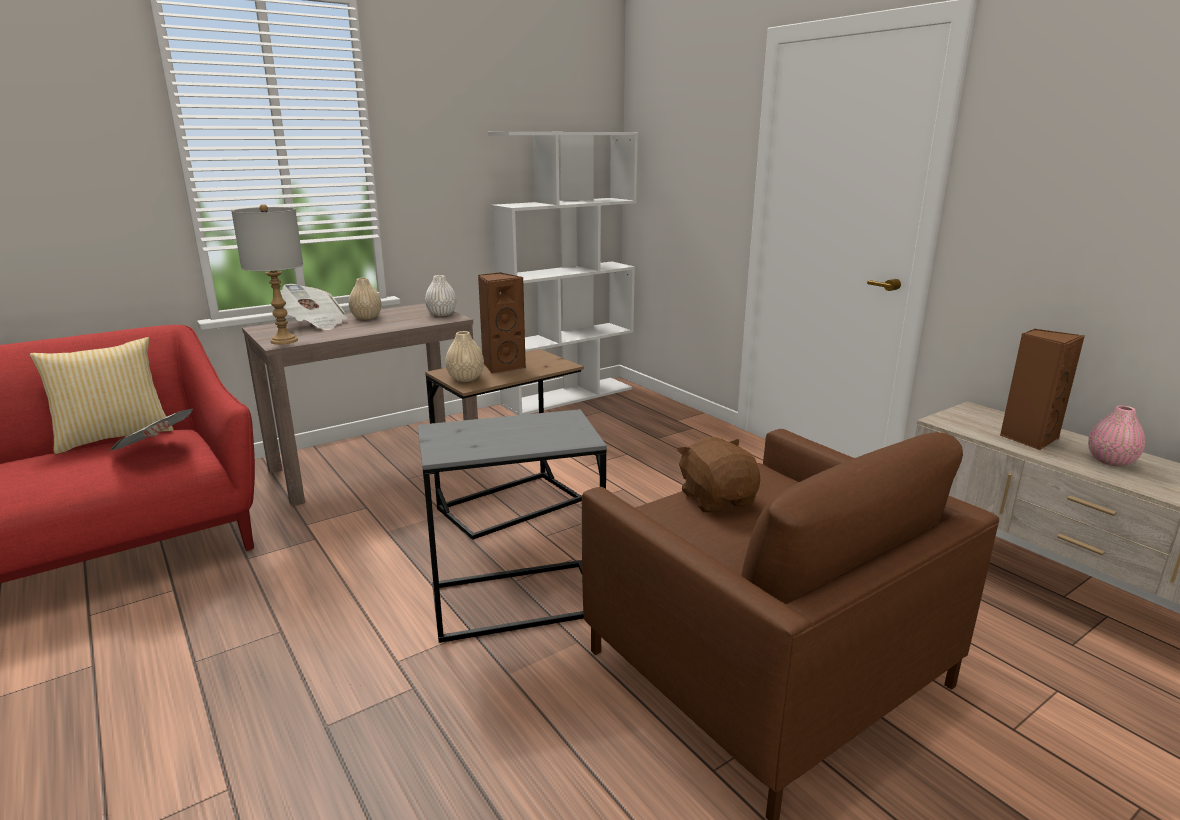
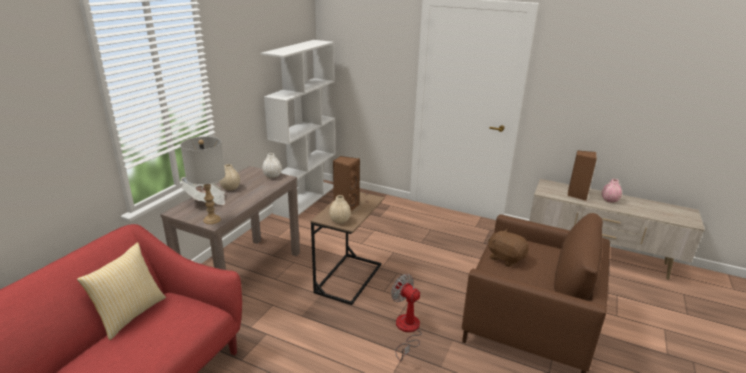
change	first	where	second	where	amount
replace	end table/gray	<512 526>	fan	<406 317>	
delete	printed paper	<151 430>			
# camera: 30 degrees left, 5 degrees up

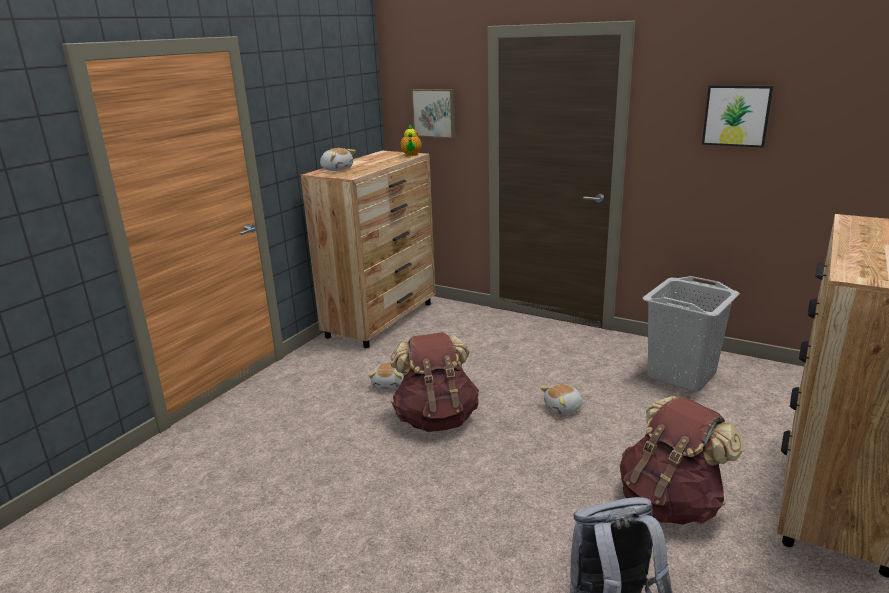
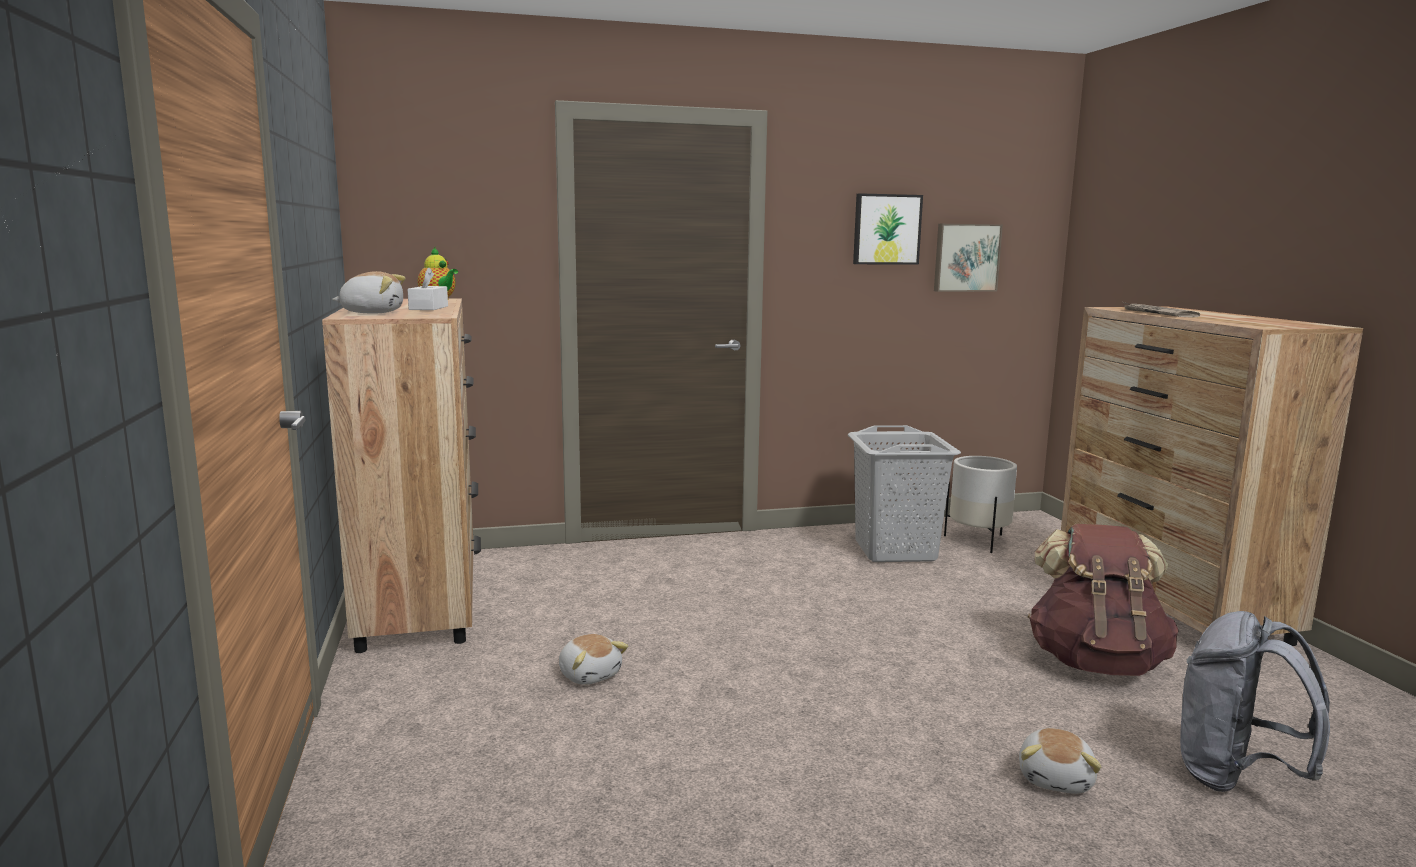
change	first	where	second	where	amount
insert			tissue box/whitish	<427 288>	
move	picture	<433 113>		<968 258>	
insert			planter/whitish	<980 504>	
move	plush toy	<561 399>		<1060 761>	
insert			printed paper	<1161 309>	
delete	backpack/brown	<434 382>			
# camera: 45 degrees left, 10 degrees down

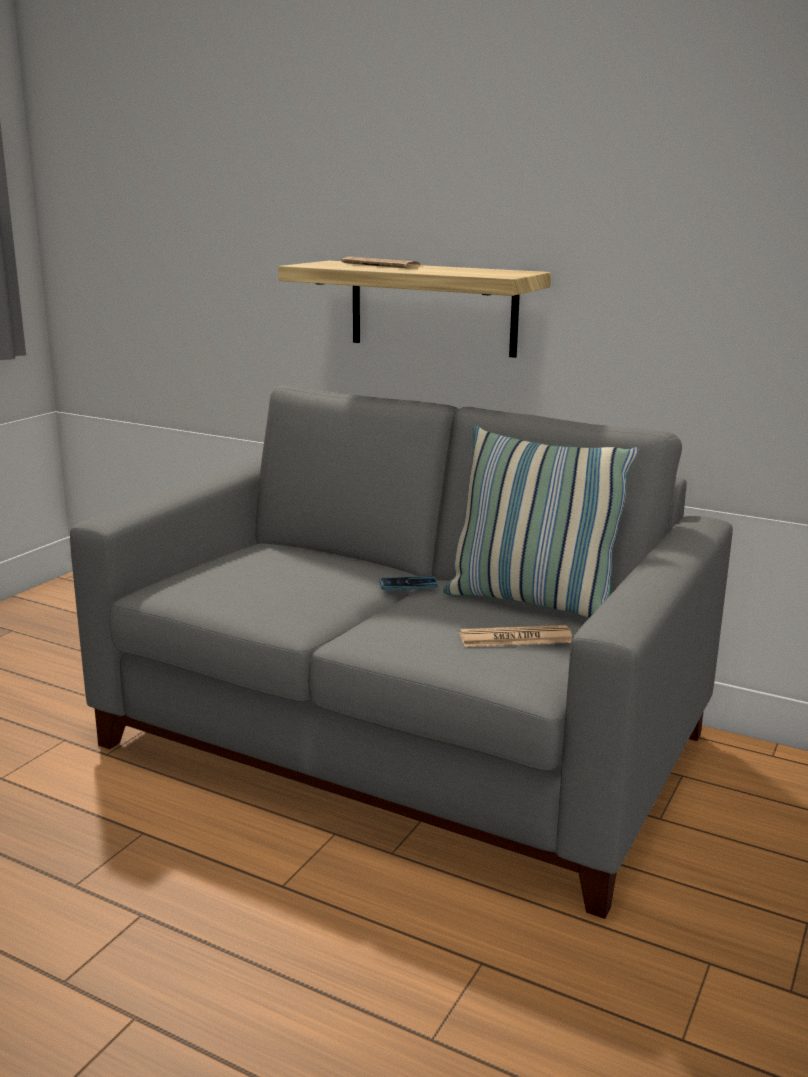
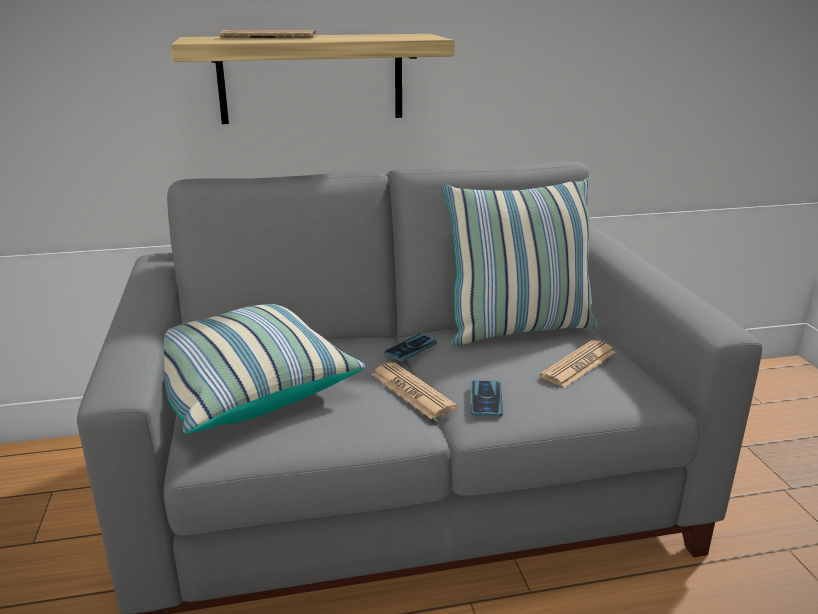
change	first	where	second	where	amount
insert			cushion	<264 369>	
insert			printed paper	<414 390>	
insert			handset	<487 398>	
# camera: 40 degrees left, 5 degrees up

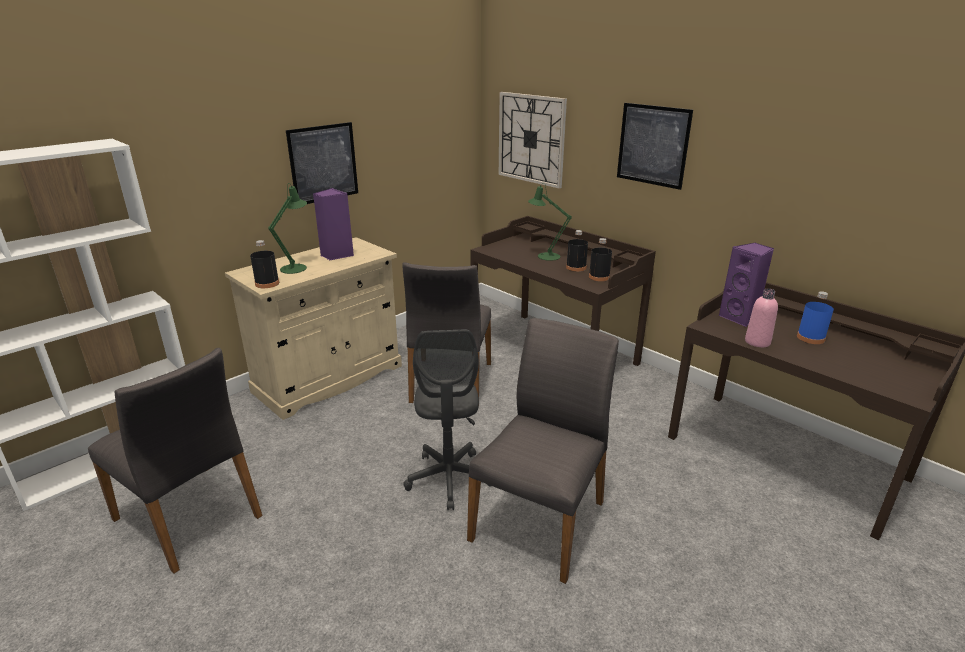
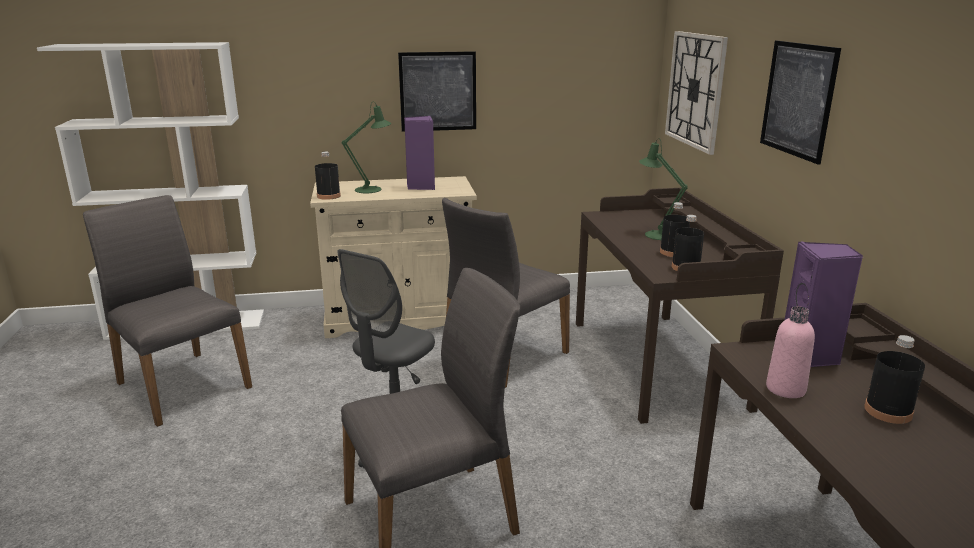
change	first	where	second	where	amount
rotate	upright chair/gray	<175 461>		<167 311>	150 degrees clockwise
recolor	beverage bottle/blue-coloured	<815 317>	beverage bottle/black-coloured	<894 379>	
# camera: 35 degrees right, 5 degrees down

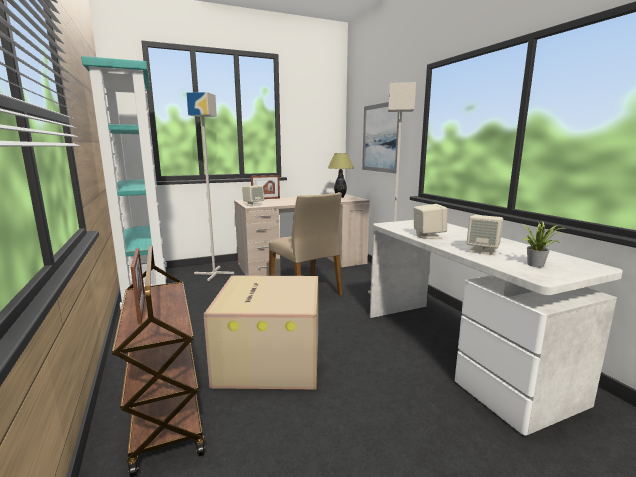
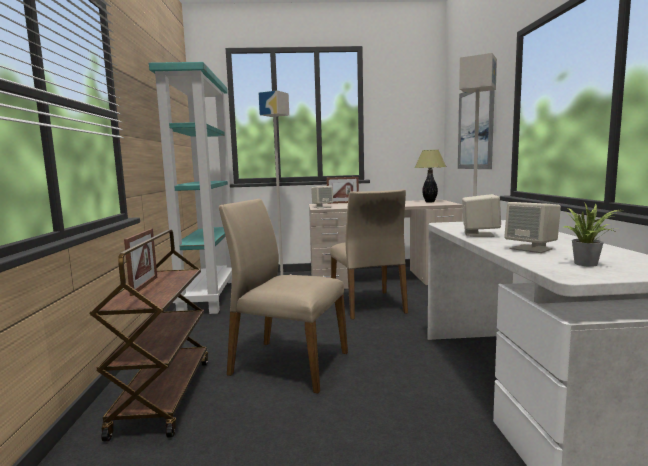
change	first	where	second	where	amount
replace	cardboard box	<260 332>	upright chair/beige-coloured	<283 296>	
# camera: 20 degrees right, 5 degrees down

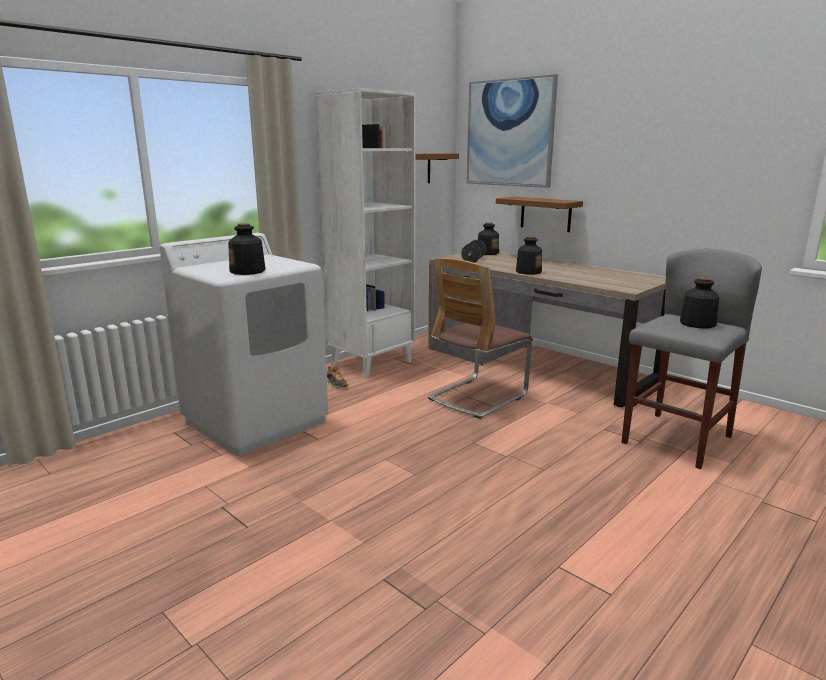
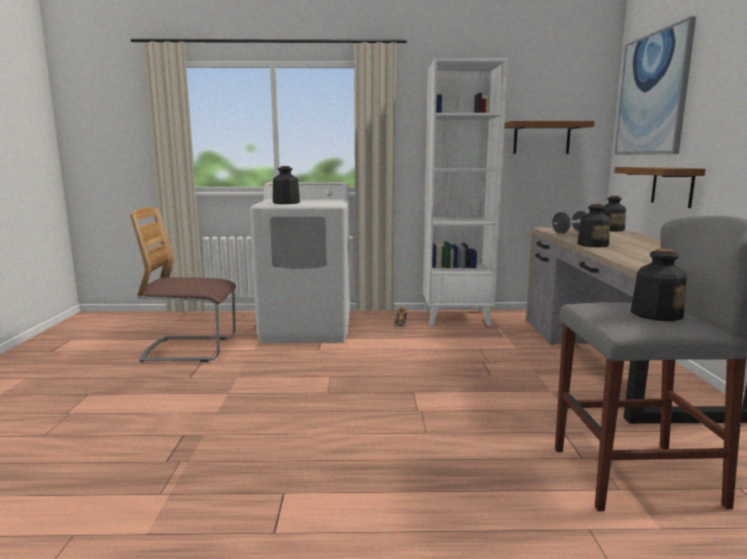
change	first	where	second	where	amount
move	upright chair	<480 338>		<183 284>	
# camera: 45 degrees right, 5 degrees down

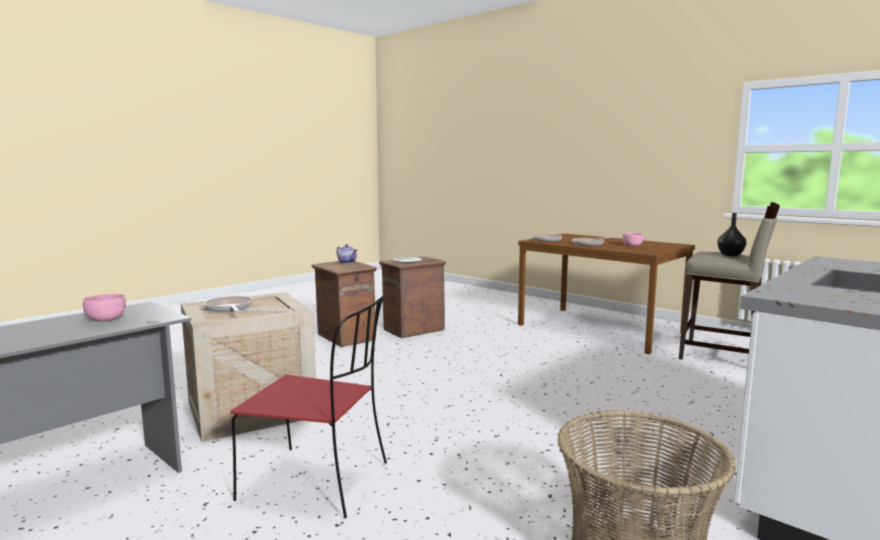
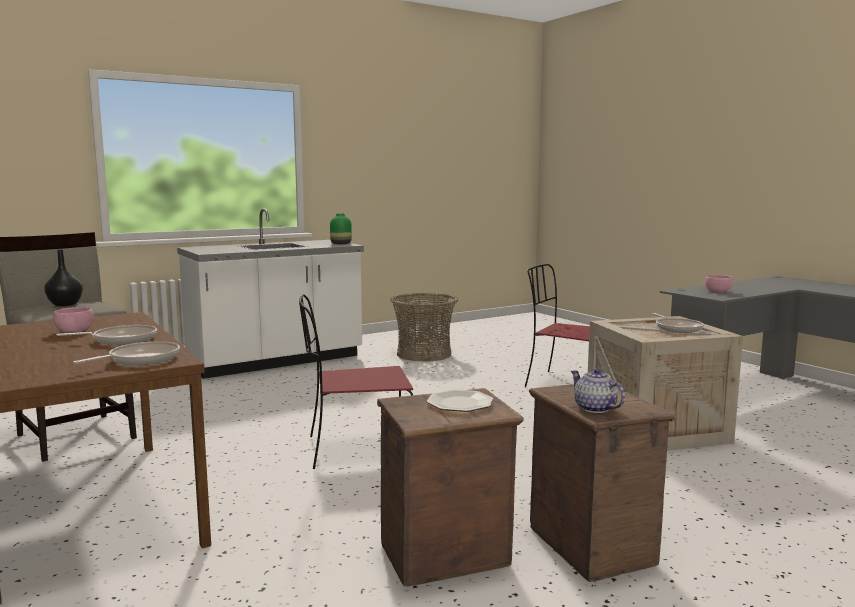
change	first	where	second	where	amount
insert			upright chair/red	<356 381>	
insert			decorative vase/green-coloured	<341 228>	
# camera: 165 degrees left, 0 degrees up

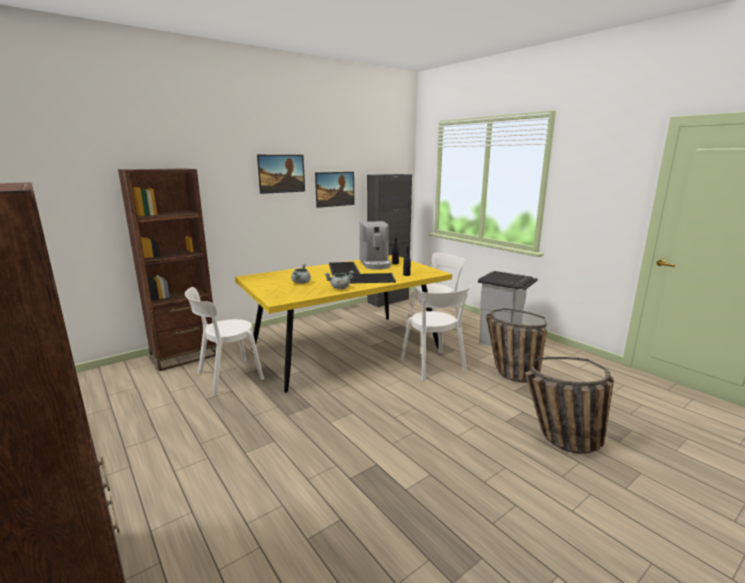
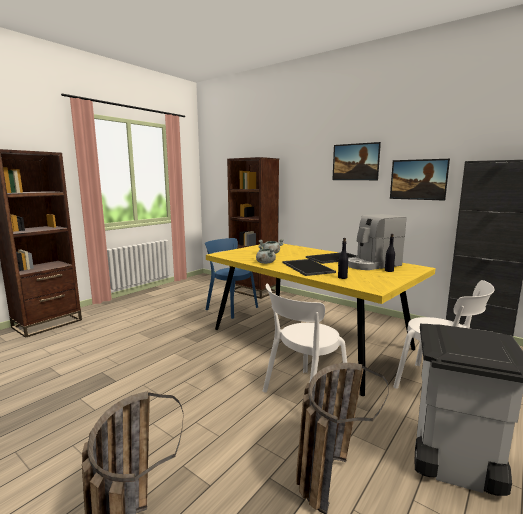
change	first	where	second	where	amount
recolor	upright chair/whitish	<224 341>	upright chair/blue-coloured	<231 278>	
# camera: 75 degrees right, 5 degrees down

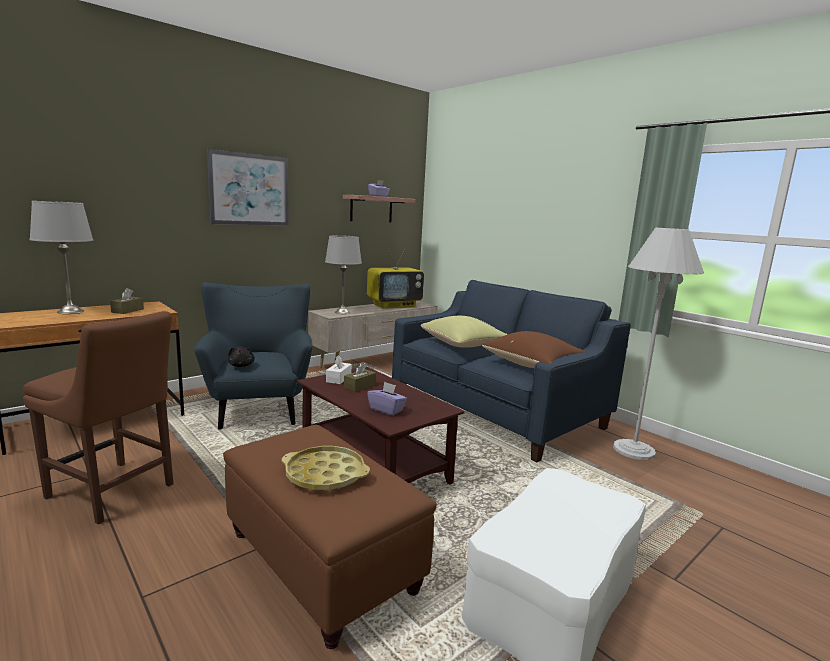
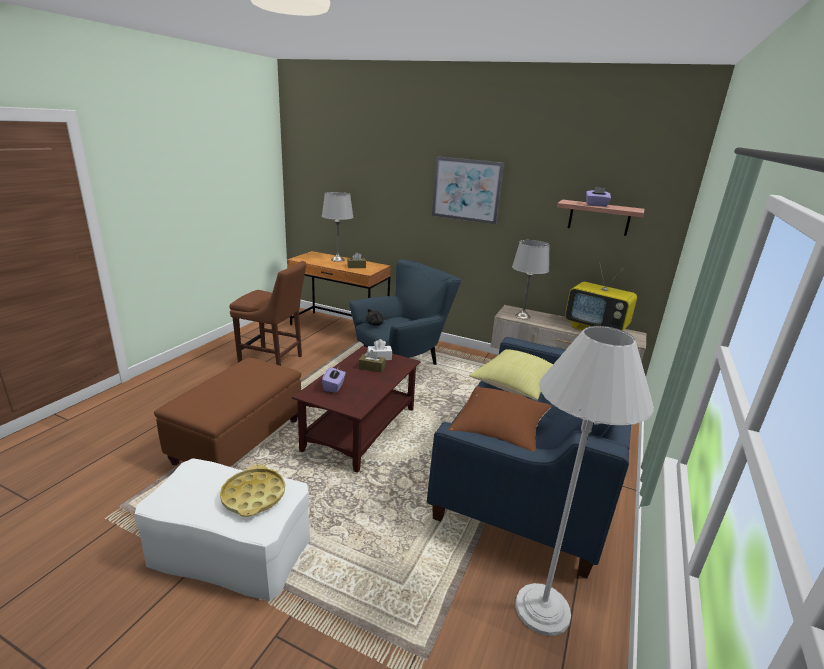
change	first	where	second	where	amount
move	carrying tray/yellow	<326 468>		<252 490>	
rotate	upright chair/brown	<98 417>		<267 313>	75 degrees counterclockwise
# camera: 65 degrees right, 10 degrees up

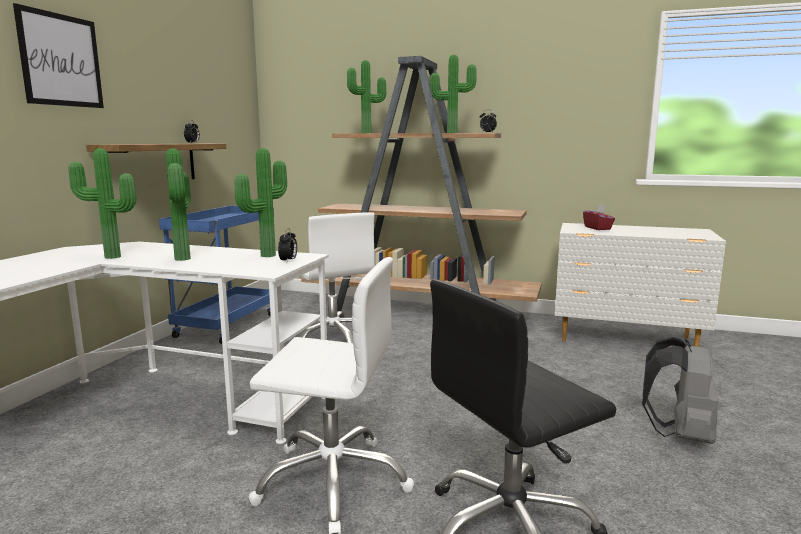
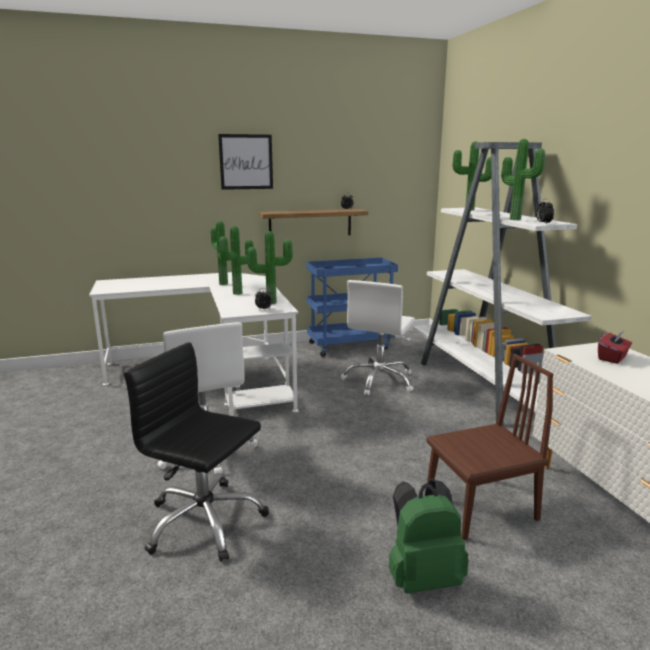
change	first	where	second	where	amount
recolor	backpack/gray	<680 390>	backpack/green-coloured	<429 536>	
recolor	bookshelf/brown	<421 183>	bookshelf/whitish	<502 284>	
insert			upright chair/brown	<490 447>	
# camera: 55 degrees right, 5 degrees up

